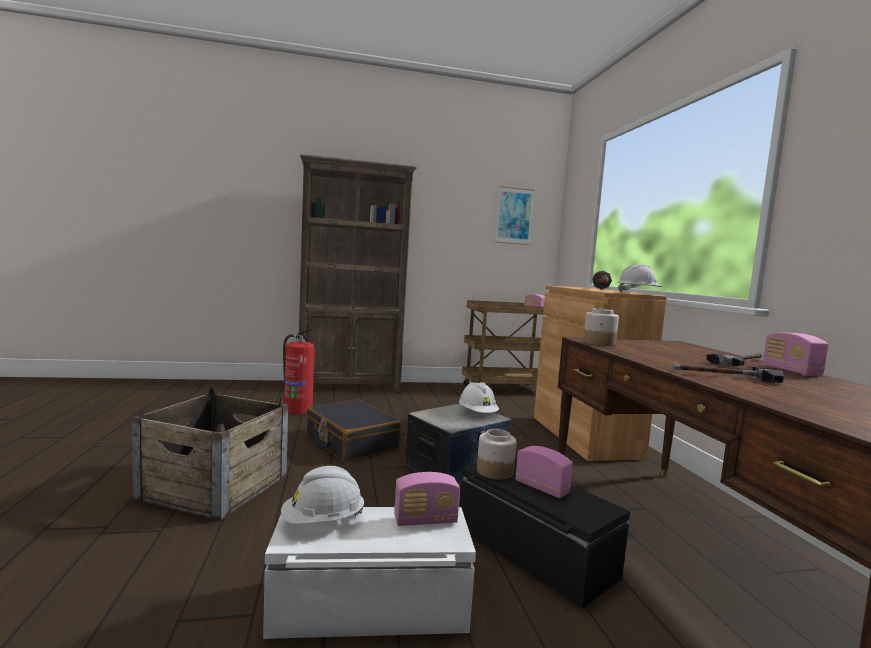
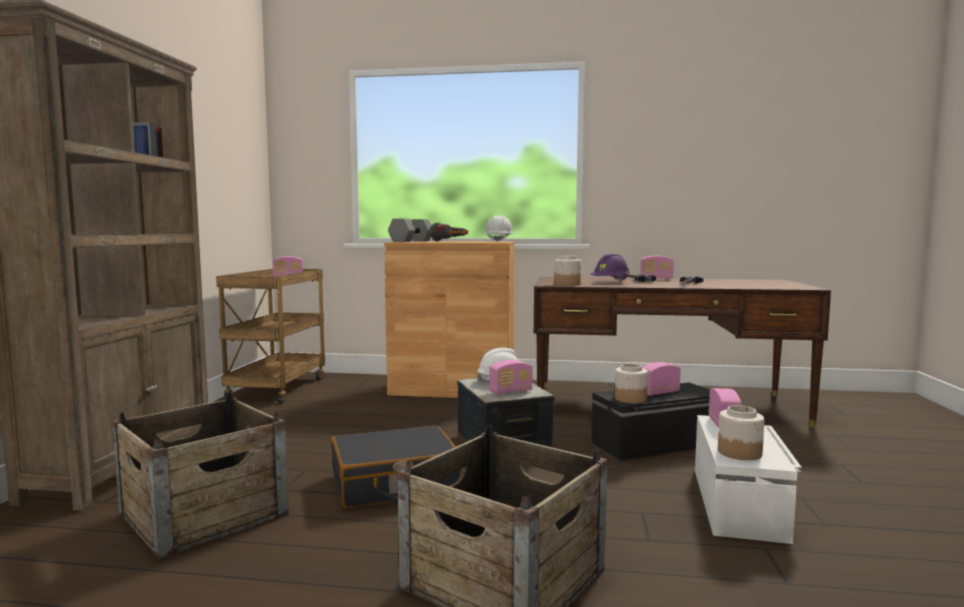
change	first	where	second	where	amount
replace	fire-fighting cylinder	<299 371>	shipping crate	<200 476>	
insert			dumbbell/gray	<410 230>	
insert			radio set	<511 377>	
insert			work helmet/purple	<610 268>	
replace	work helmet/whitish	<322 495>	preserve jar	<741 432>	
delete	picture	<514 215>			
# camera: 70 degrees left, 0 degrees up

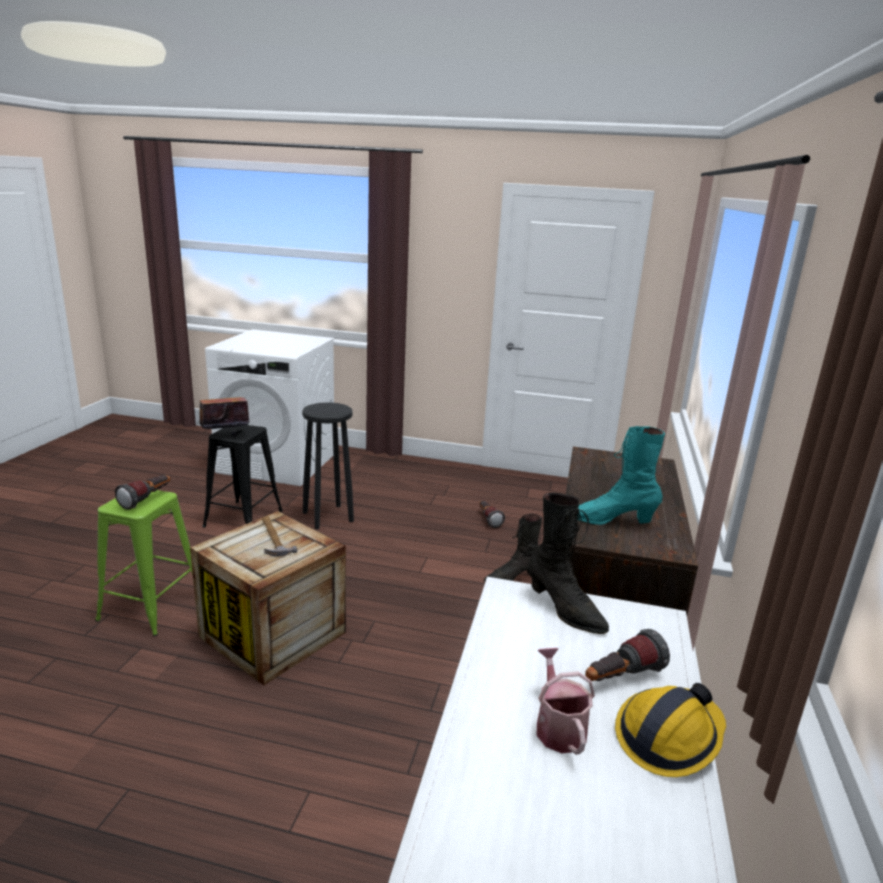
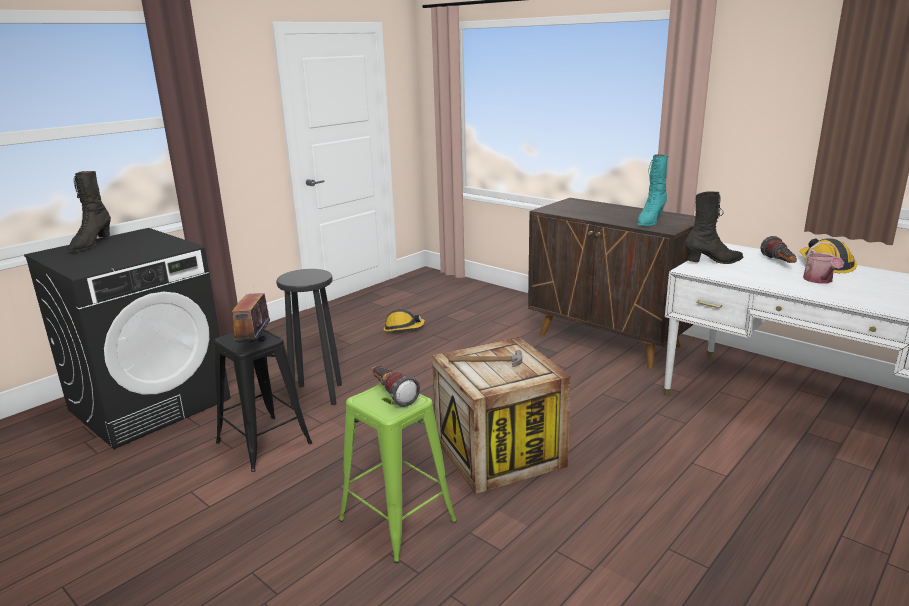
change	first	where	second	where	amount
recolor	laundry appliance/whitish	<270 407>	laundry appliance/black-coloured	<127 338>	
move	tall boot/black-coloured	<512 548>		<89 211>	
replace	flashlight	<492 514>	work helmet	<404 320>	
rotate	sprinkling can	<566 701>		<823 263>	105 degrees counterclockwise
# camera: 60 degrees left, 0 degrees up

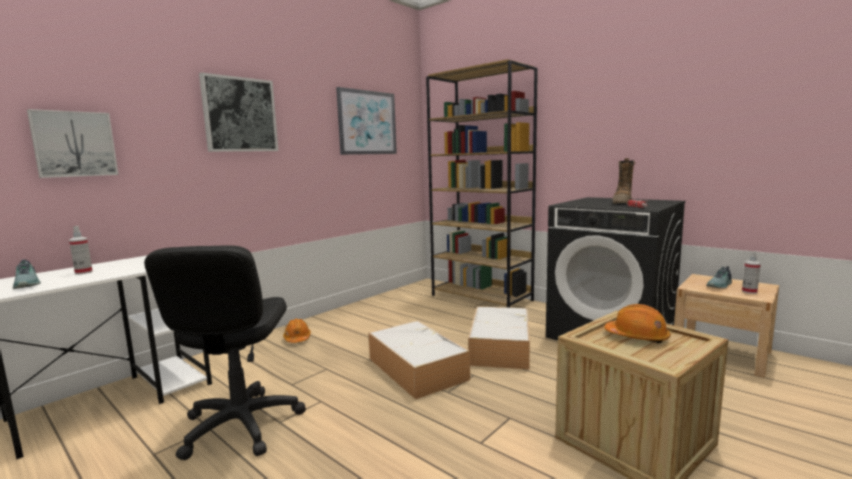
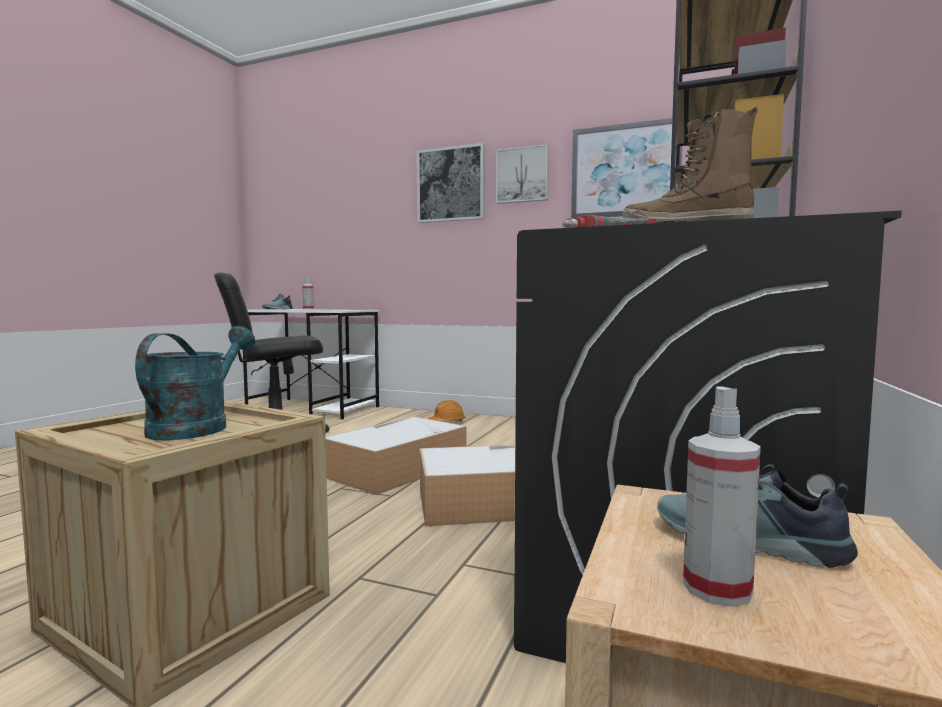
change	first	where	second	where	amount
replace	work helmet/orange	<637 323>	sprinkling can/turquoise-coloured	<195 383>	
move	picture	<72 143>		<522 174>	
# camera: 70 degrees right, 5 degrees down

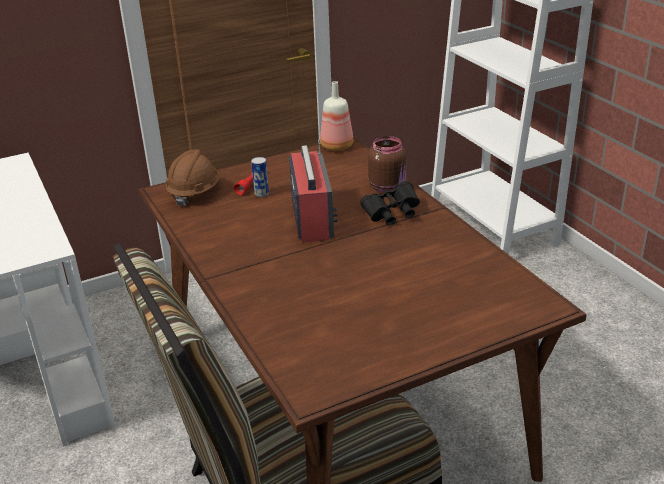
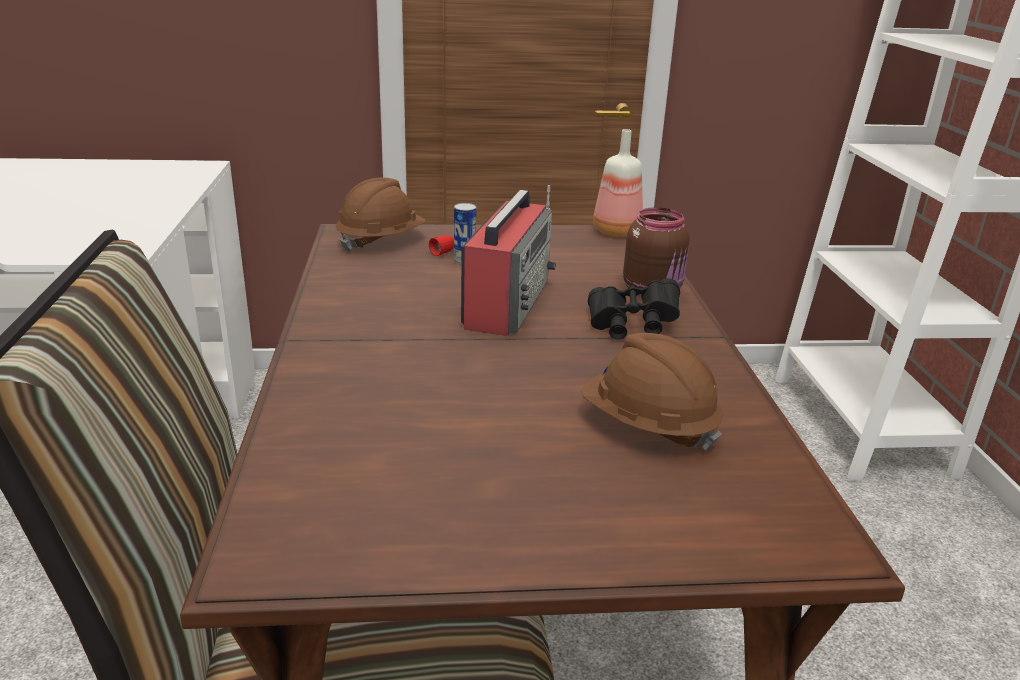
change	first	where	second	where	amount
insert			work helmet/brown	<652 392>	
# camera: 20 degrees right, 5 degrees down

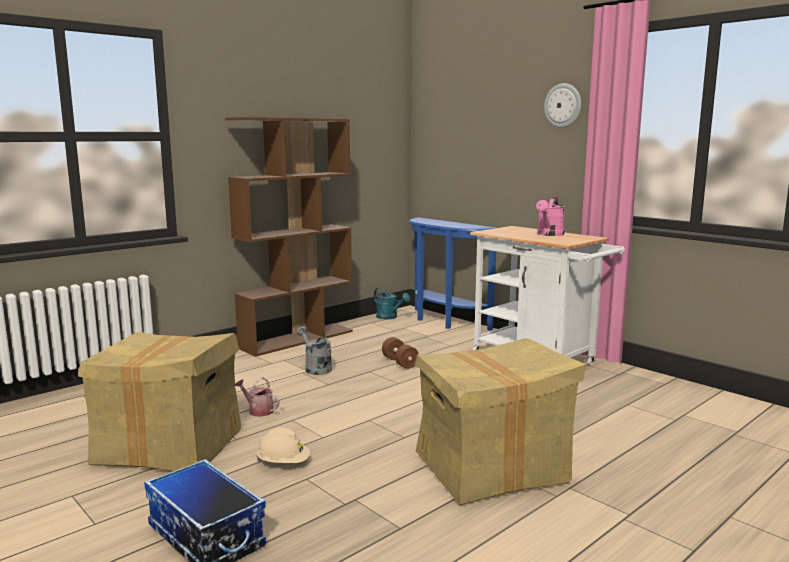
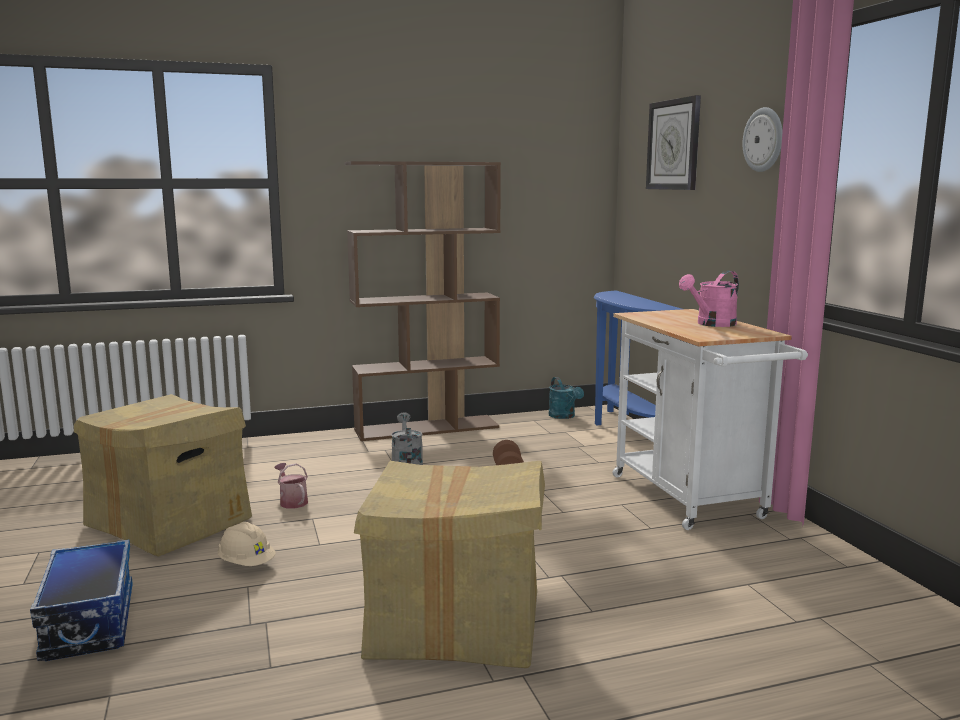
change	first	where	second	where	amount
insert			clock on the wall	<673 142>	
# camera: 25 degrees right, 0 degrees up

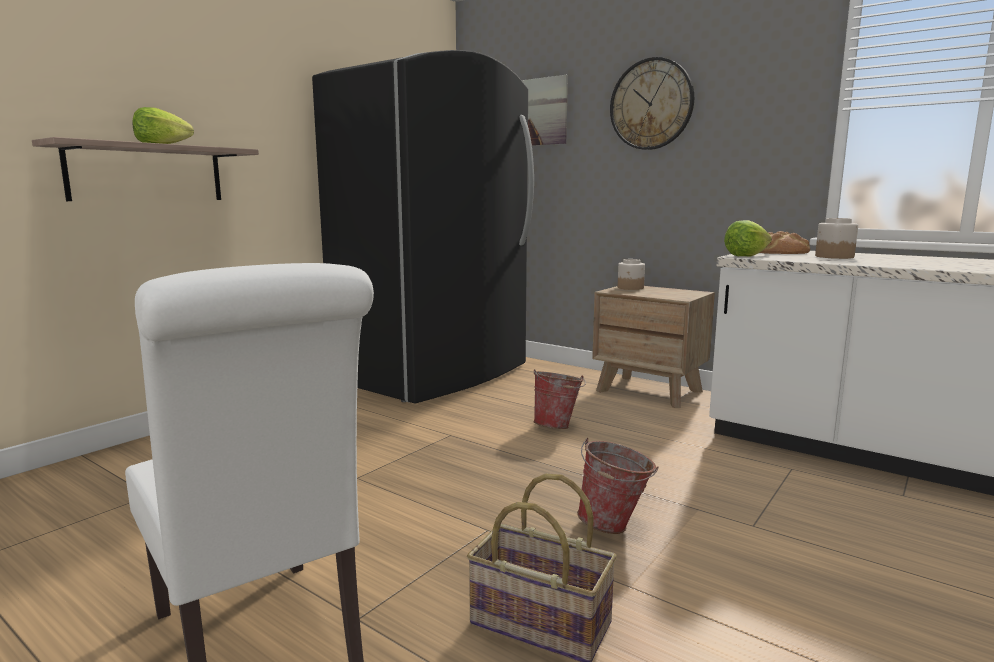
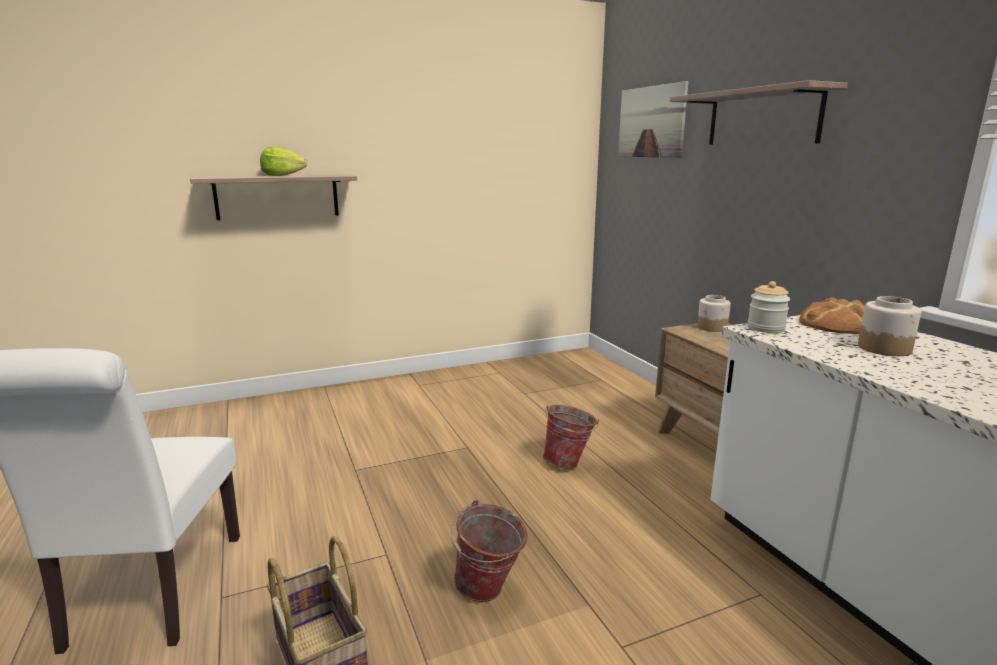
change	first	where	second	where	amount
replace	clock on the wall	<652 103>	wall shelf	<759 112>	
replace	lettuce	<748 238>	preserve jar	<768 307>	
delete	fridge/black-coloured	<423 227>			
# camera: 30 degrees right, 5 degrees up

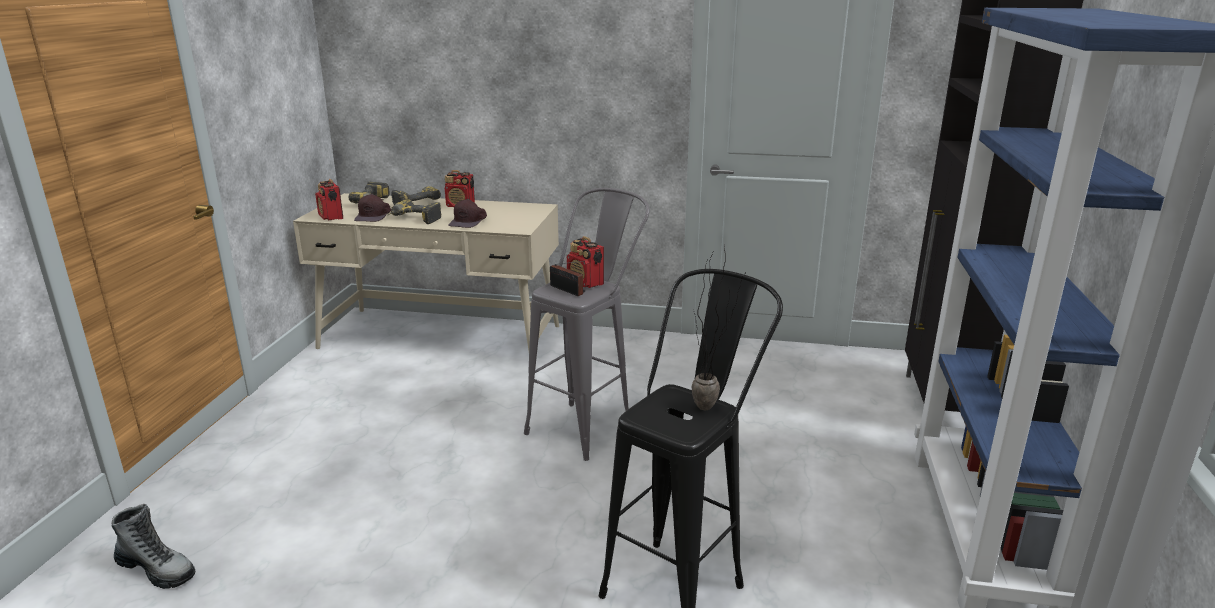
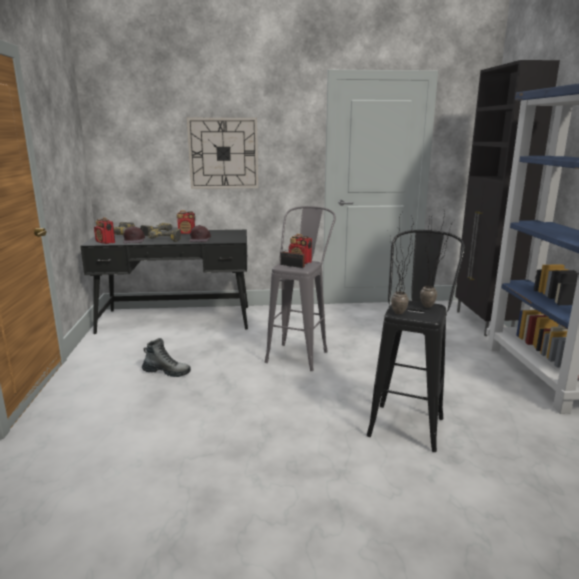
change	first	where	second	where	amount
recolor	desk/beige-coloured	<426 280>	desk/black-coloured	<164 282>	
move	tall boot	<153 546>		<166 357>	
insert			clock on the wall	<222 153>	
insert			potted plant	<402 261>	
# camera: 15 degrees left, 5 degrees down

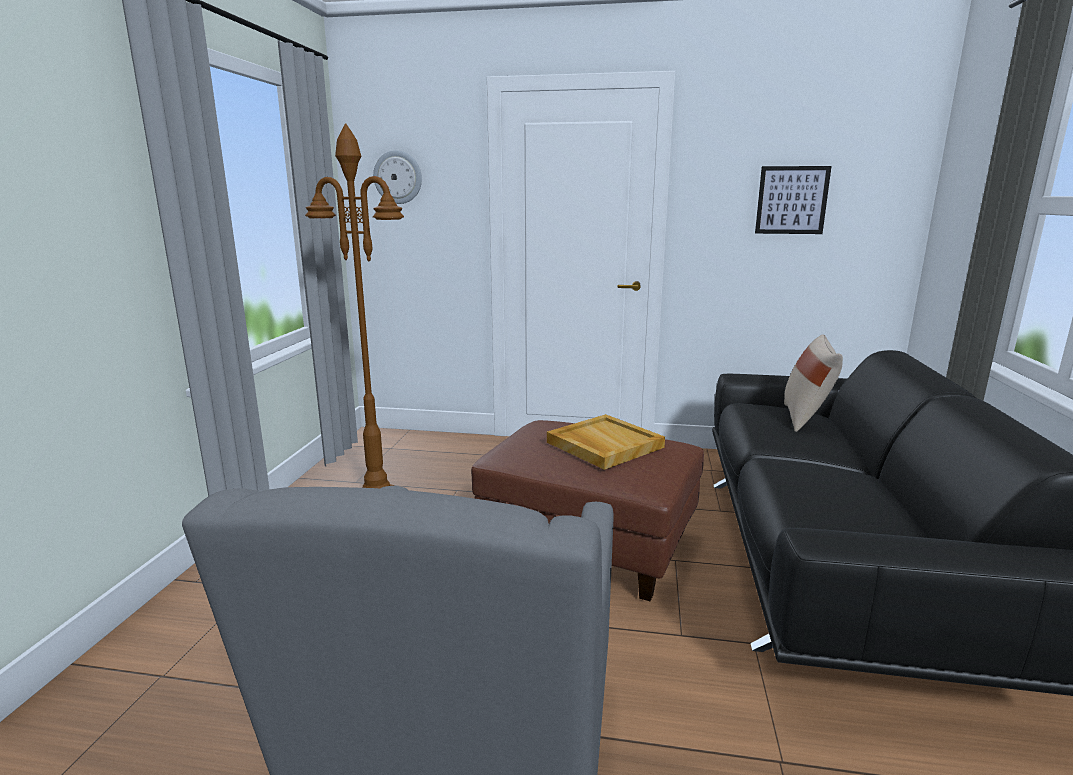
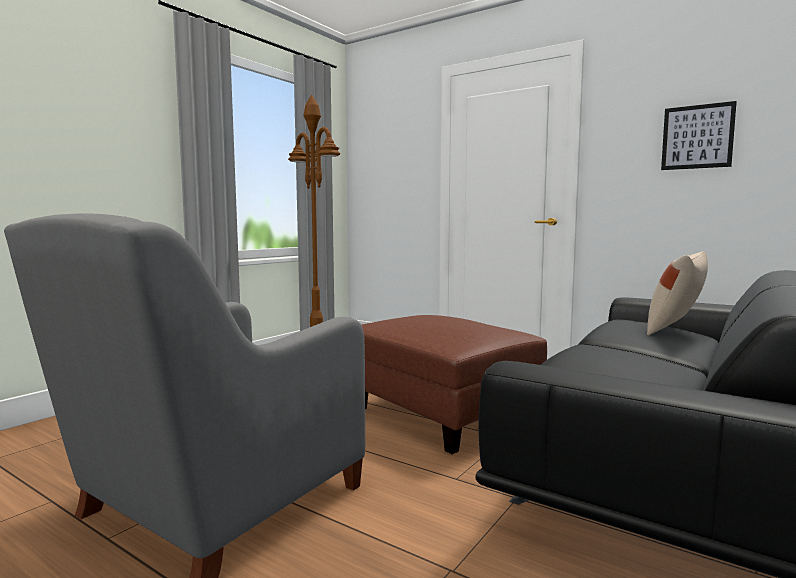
change	first	where	second	where	amount
delete	clock on the wall	<397 177>			
delete	carrying tray/beige-coloured	<606 442>			
# camera: 25 degrees right, 10 degrees down

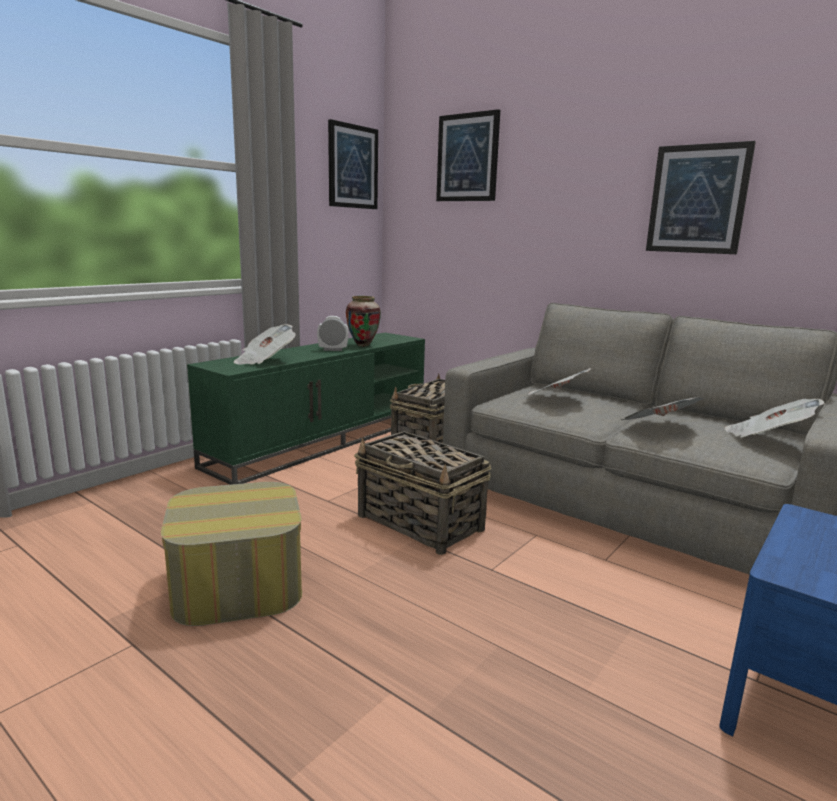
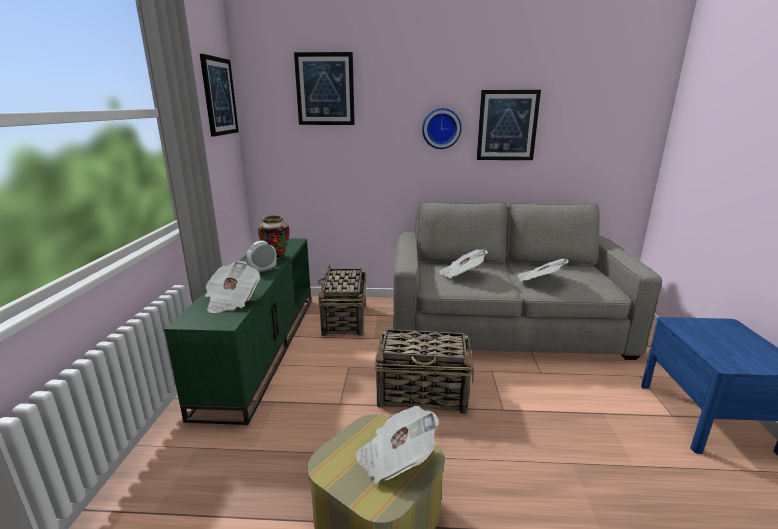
change	first	where	second	where	amount
move	printed paper	<774 418>		<397 445>	
insert			clock on the wall	<442 128>	
# camera: 35 degrees left, 5 degrees up

